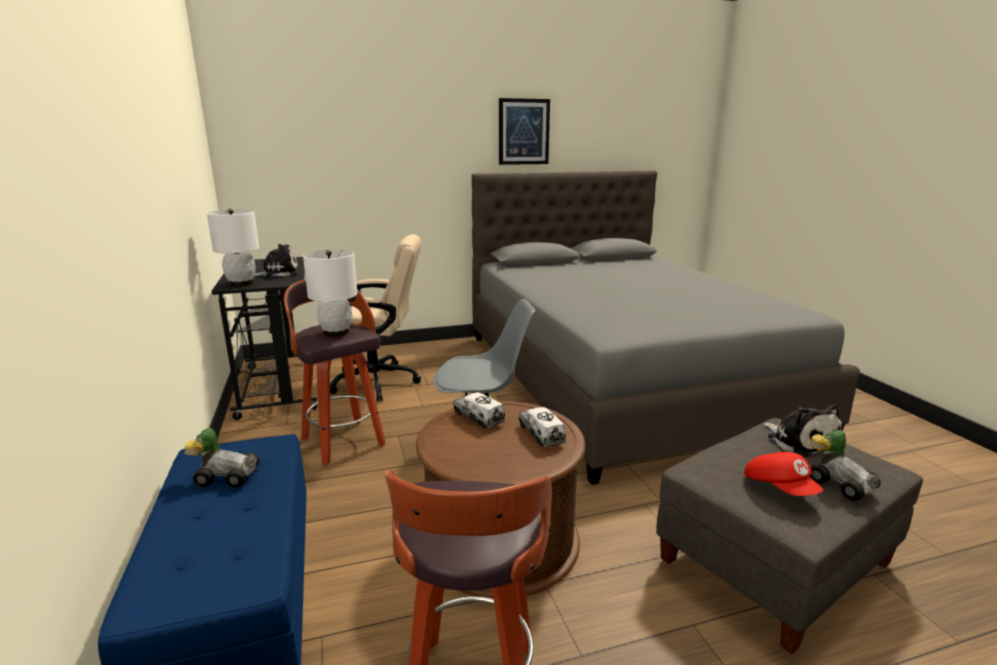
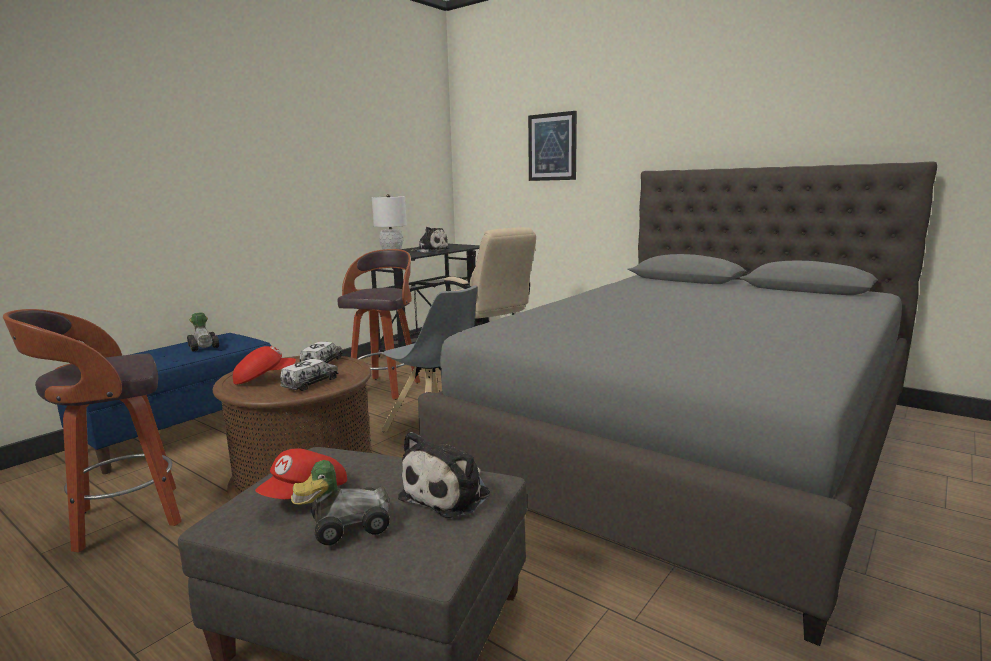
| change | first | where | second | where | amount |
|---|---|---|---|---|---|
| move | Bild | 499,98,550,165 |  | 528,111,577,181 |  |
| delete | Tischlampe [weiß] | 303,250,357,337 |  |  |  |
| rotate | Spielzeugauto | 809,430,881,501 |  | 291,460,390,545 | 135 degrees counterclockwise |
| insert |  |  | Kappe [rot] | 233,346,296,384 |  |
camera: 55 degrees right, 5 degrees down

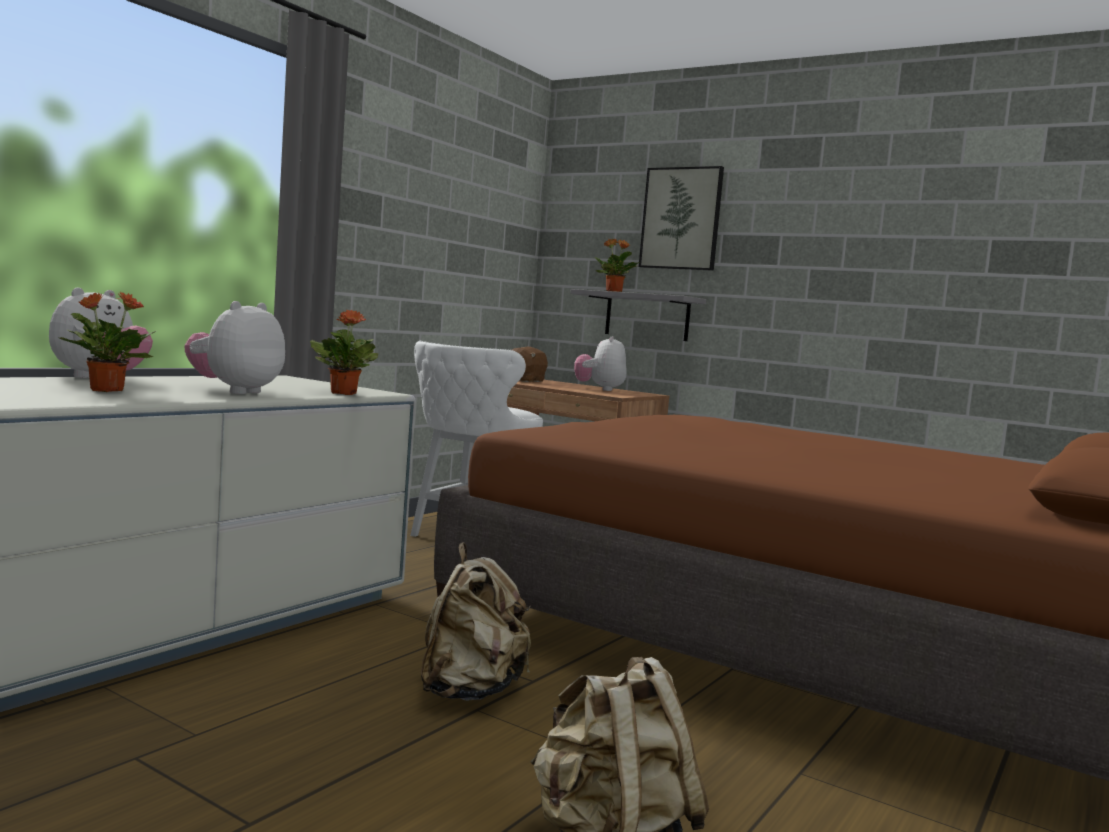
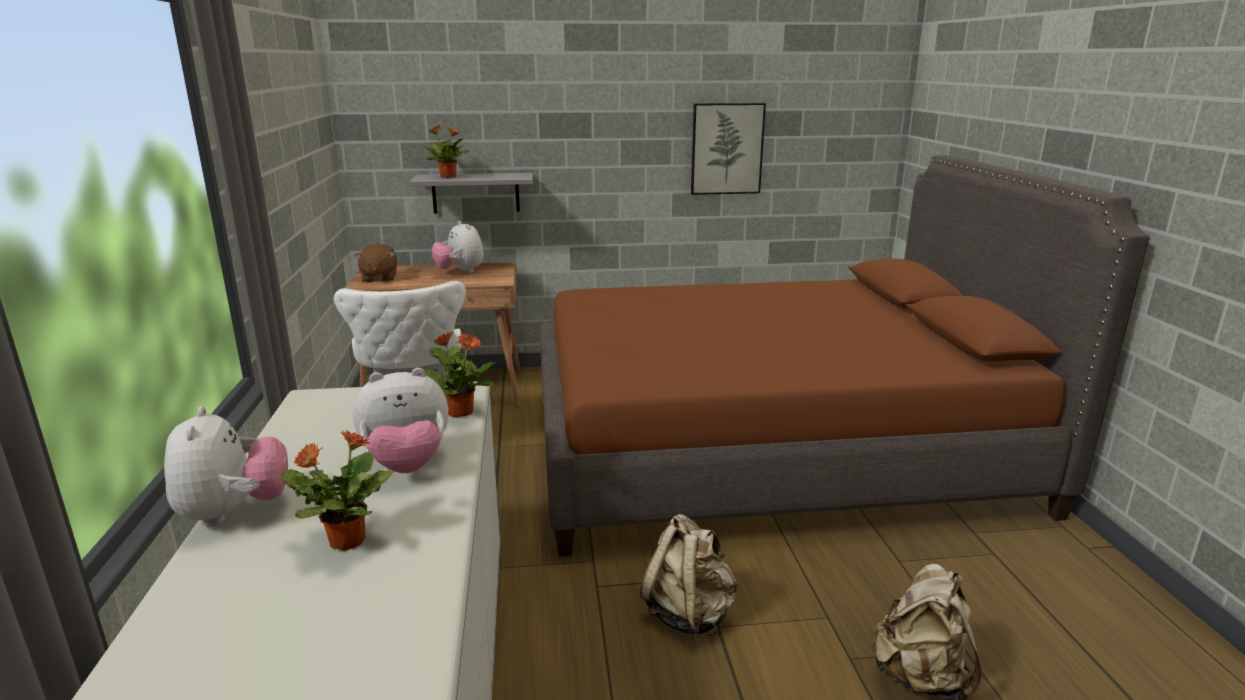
| change | first | where | second | where | amount |
|---|---|---|---|---|---|
| move | Bild | 639,166,724,271 |  | 691,103,766,195 |  |
| rotate | Plüschtier | 184,301,285,394 |  | 353,368,448,473 | 90 degrees counterclockwise |
camera: 40 degrees left, 15 degrees up

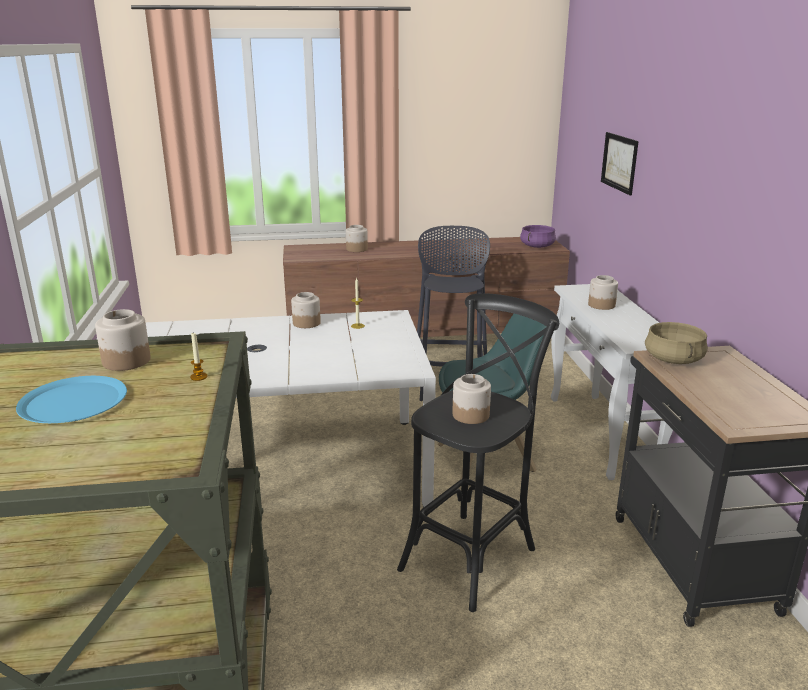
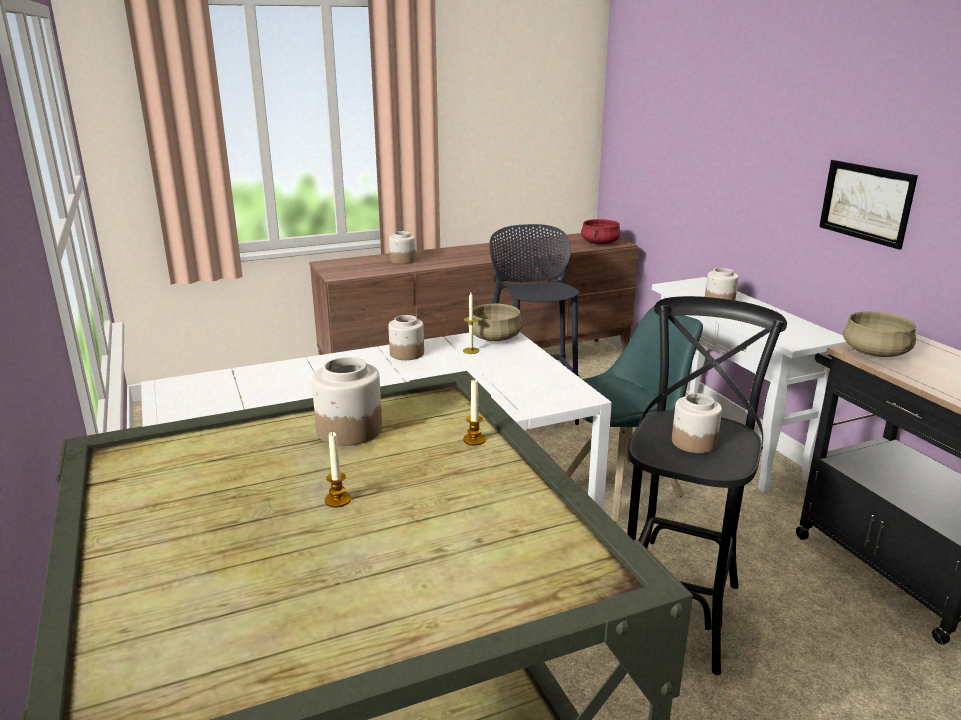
| change | first | where | second | where | amount |
|---|---|---|---|---|---|
| move | Bild | 601,132,639,195 |  | 819,160,918,250 |  |
| recolor | Kochtopf [lila] | 520,225,556,248 | Kochtopf [rot] | 581,219,621,244 |  |
| replace | Teller [blau] | 16,376,127,423 | Kerze | 325,431,351,507 |  |
| insert |  |  | Kochtopf [beige] | 468,304,523,341 |  |
camera: 15 degrees left, 0 degrees up

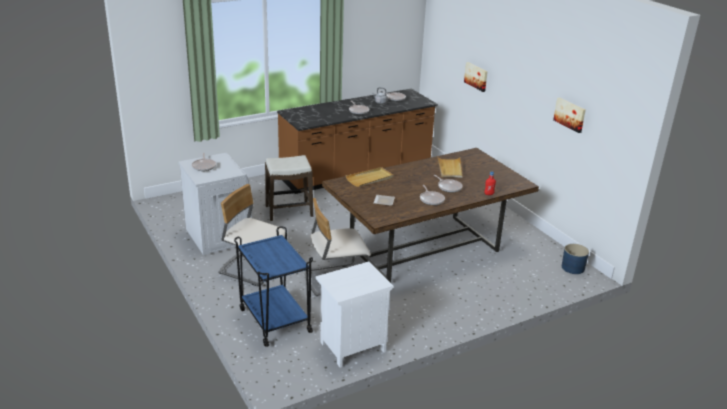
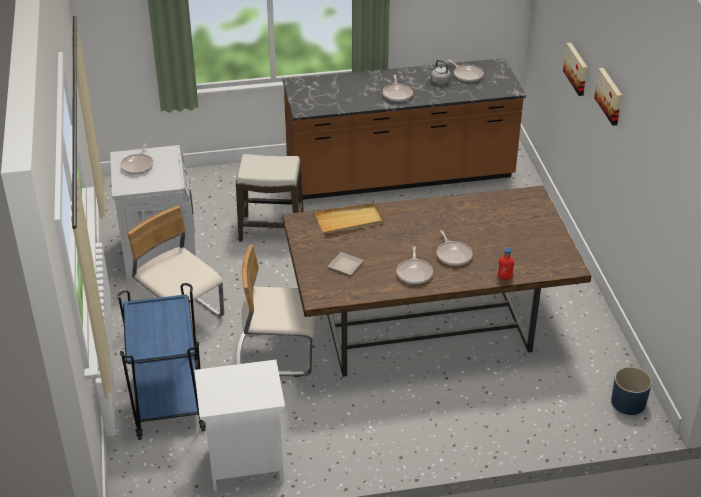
| change | first | where | second | where | amount |
|---|---|---|---|---|---|
| move | Bild | 553,97,586,133 |  | 594,68,622,126 |  |
| delete | Tablett [beige] | 437,156,463,178 |  |  |  |
camera: 20 degrees right, 10 degrees up

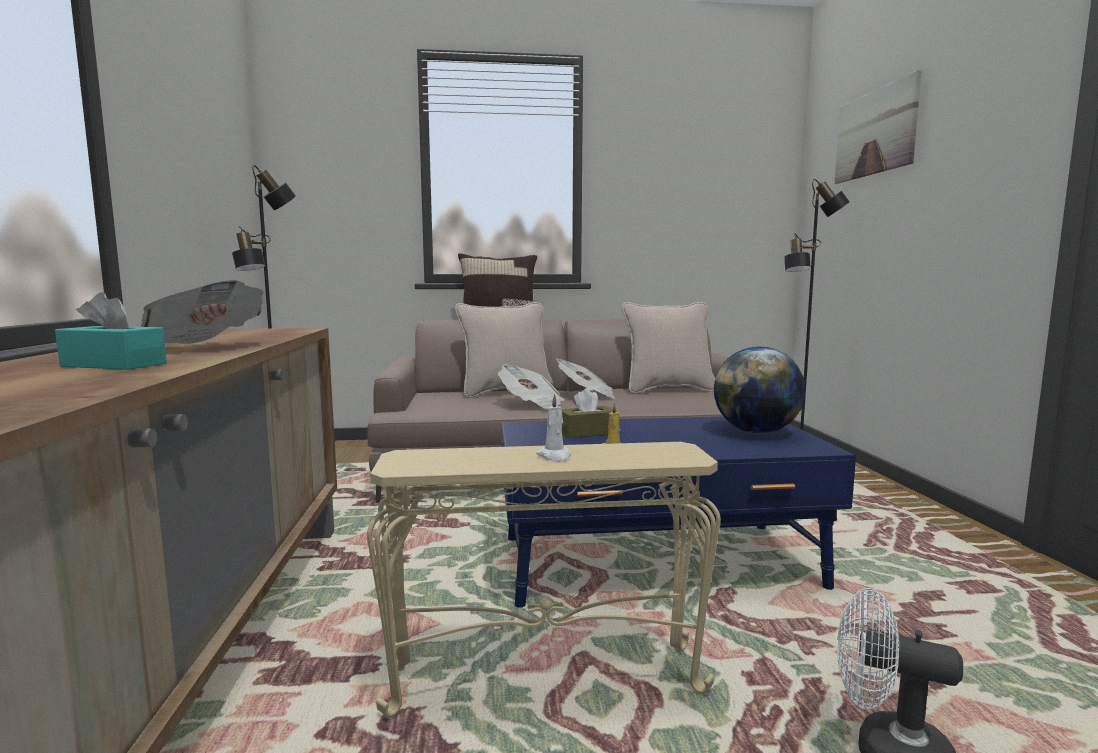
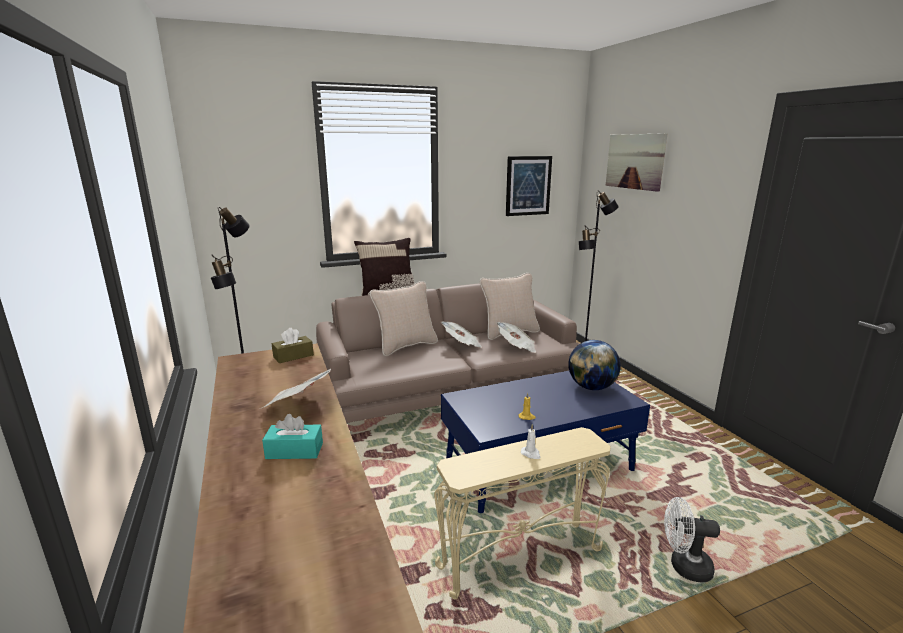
| change | first | where | second | where | amount |
|---|---|---|---|---|---|
| move | Zeitung | 498,364,564,410 |  | 496,322,536,353 |  |
| move | Taschentuchbox [braun] | 562,388,618,438 |  | 272,328,314,363 |  |
| insert |  |  | Bild | 506,156,552,216 |  |
camera: 15 degrees left, 10 degrees up

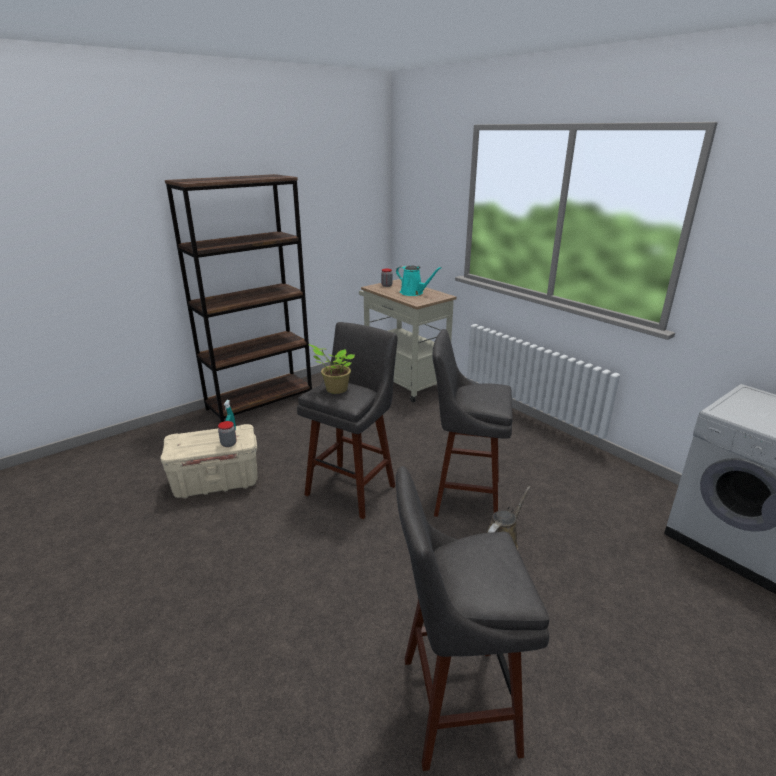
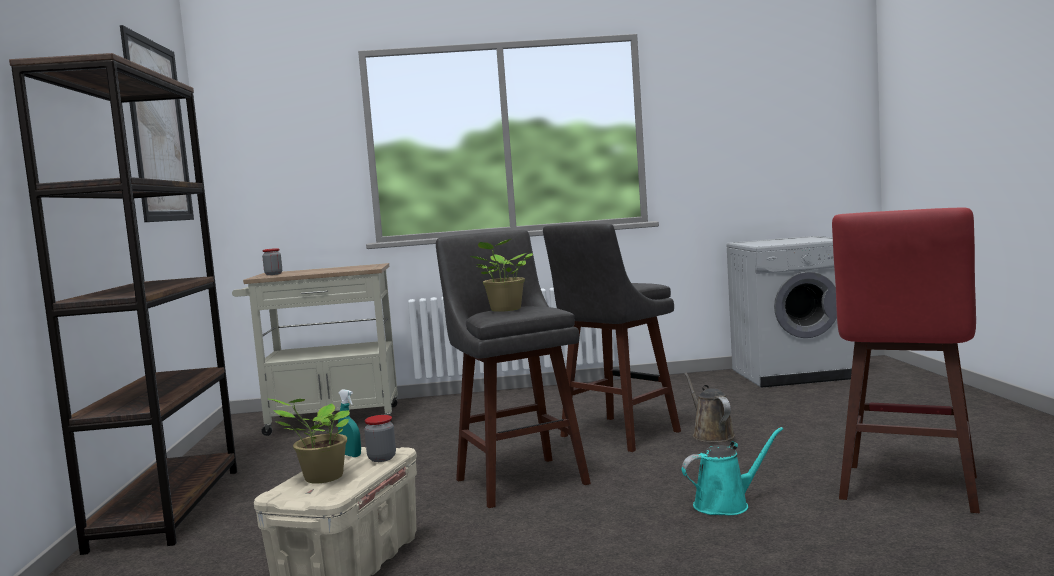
| change | first | where | second | where | amount |
|---|---|---|---|---|---|
| move | Gießkanne [türkis] | 396,265,442,296 |  | 682,427,783,515 |  |
| recolor | Hocker [grau] | 396,466,549,771 | Hocker [rot] | 832,208,980,514 |  |
| insert |  |  | Bild | 120,25,194,222 |  |
| insert |  |  | Topfpflanze | 267,398,350,484 |  |
camera: 55 degrees left, 20 degrees down

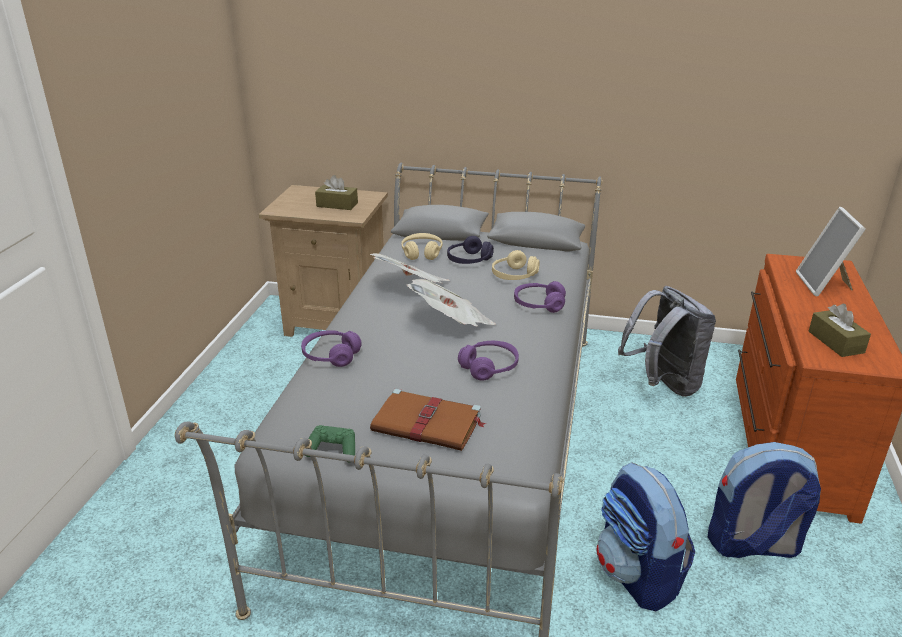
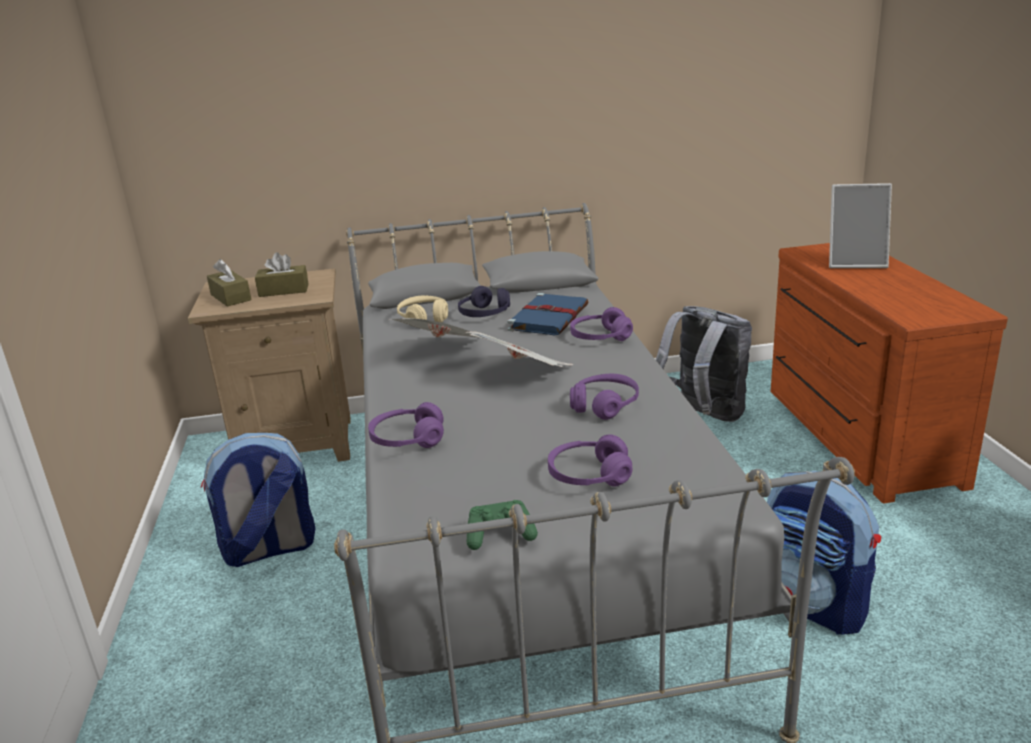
| change | first | where | second | where | amount |
|---|---|---|---|---|---|
| rotate | Bilderrahmen | 796,207,866,296 |  | 829,183,892,268 | 60 degrees counterclockwise |
| replace | Kopfhörer [beige] | 492,250,540,280 | Buch [blau] | 507,293,588,336 |  |
| move | Taschentuchbox [braun] | 809,303,871,357 |  | 207,259,252,306 |  |
| replace | Buch [braun] | 370,389,486,451 | Kopfhörer [lila] | 548,434,632,487 |  |
| move | Rucksack | 708,442,821,558 |  | 201,433,316,567 |  |
camera: 20 degrees left, 5 degrees down

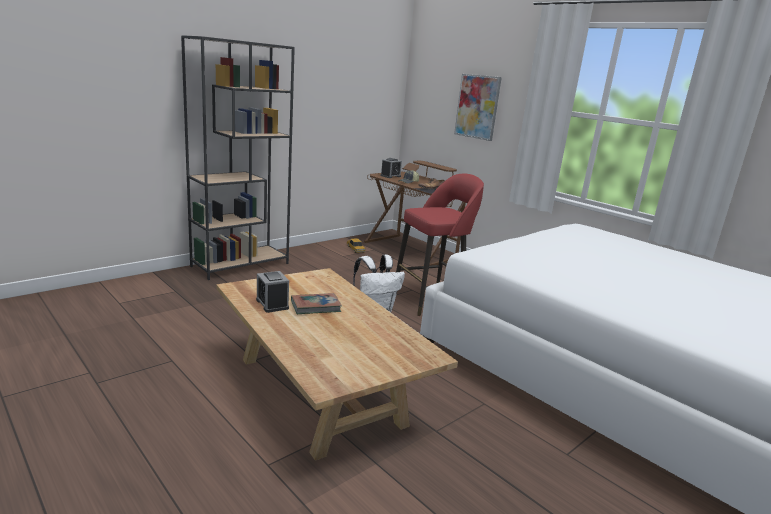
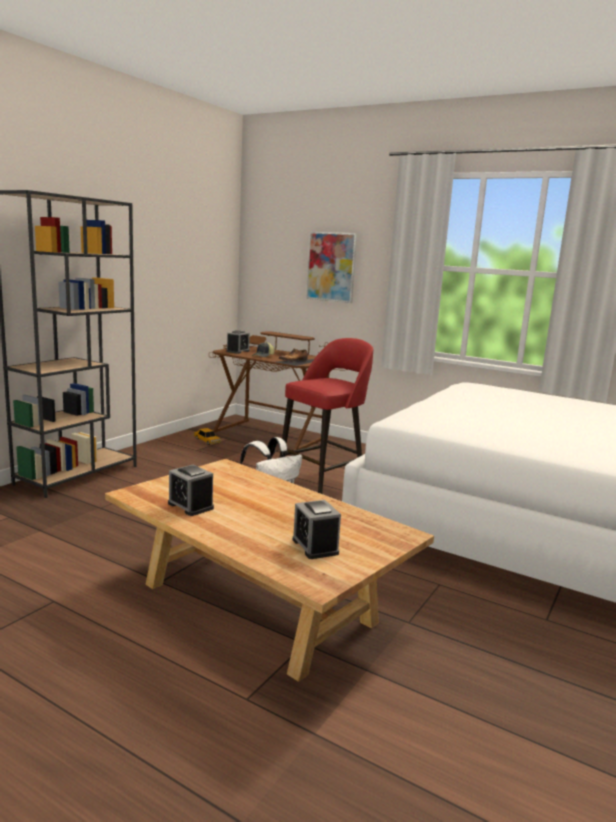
| change | first | where | second | where | amount |
|---|---|---|---|---|---|
| delete | Buch | 291,293,342,314 |  |  |  |
| insert |  |  | Wecker | 293,500,341,559 |  |
camera: 15 degrees left, 5 degrees down

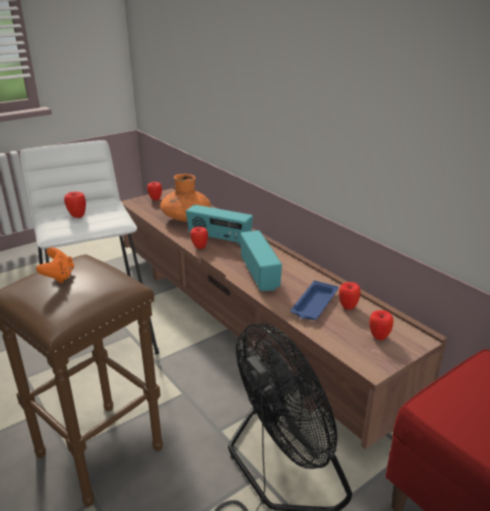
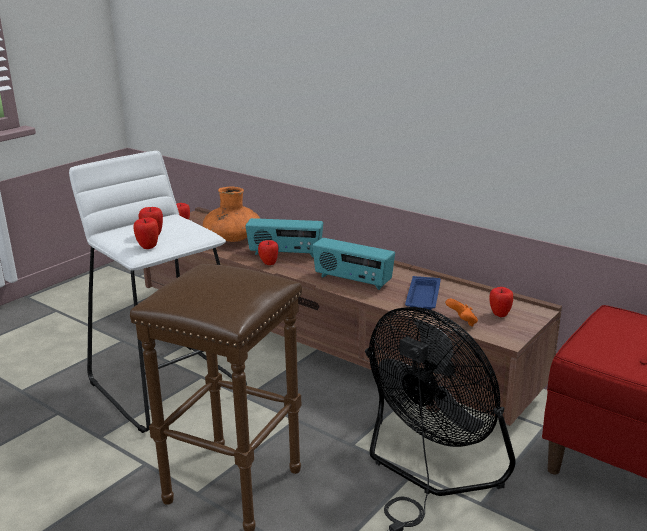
| change | first | where | second | where | amount |
|---|---|---|---|---|---|
| rotate | Radio | 240,230,282,291 |  | 312,238,395,290 | 150 degrees clockwise |
| move | Gamepad [orange] | 36,247,74,283 |  | 445,299,478,327 |  |
| move | Apfel | 339,282,360,310 |  | 133,217,159,249 |  |
camera: 15 degrees left, 5 degrees down

